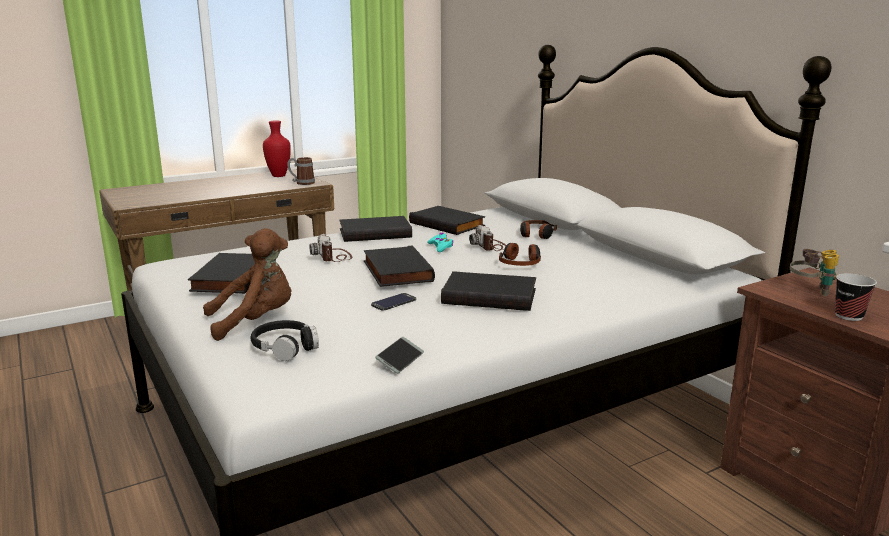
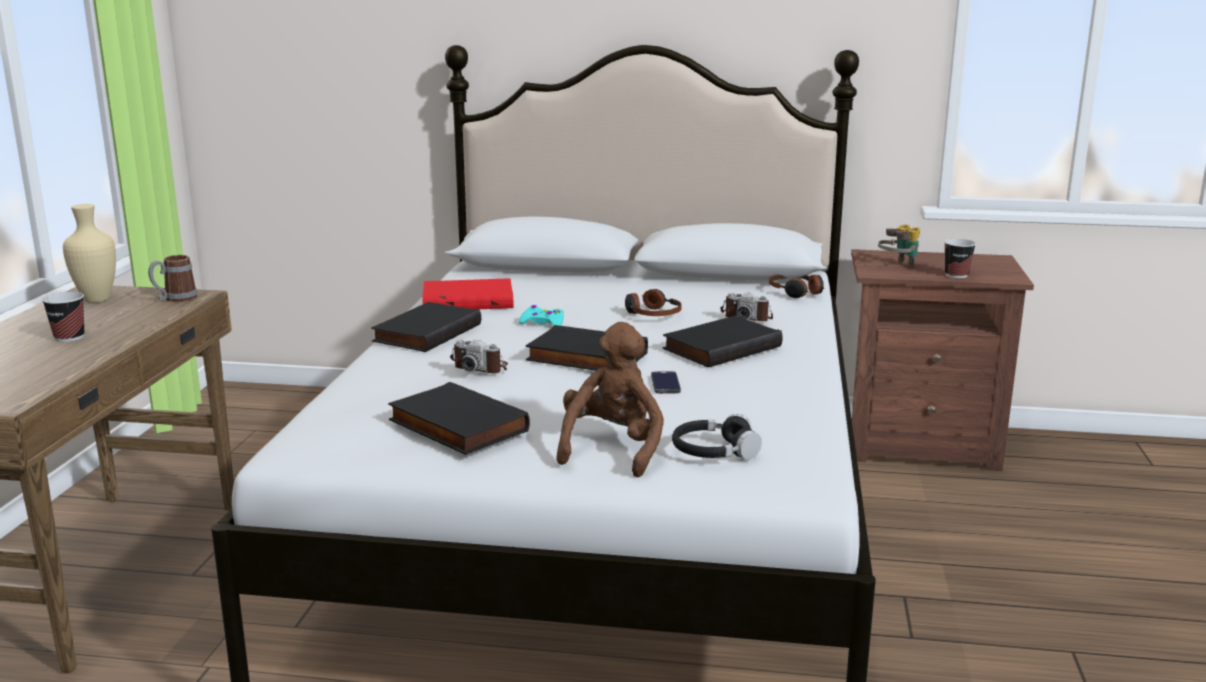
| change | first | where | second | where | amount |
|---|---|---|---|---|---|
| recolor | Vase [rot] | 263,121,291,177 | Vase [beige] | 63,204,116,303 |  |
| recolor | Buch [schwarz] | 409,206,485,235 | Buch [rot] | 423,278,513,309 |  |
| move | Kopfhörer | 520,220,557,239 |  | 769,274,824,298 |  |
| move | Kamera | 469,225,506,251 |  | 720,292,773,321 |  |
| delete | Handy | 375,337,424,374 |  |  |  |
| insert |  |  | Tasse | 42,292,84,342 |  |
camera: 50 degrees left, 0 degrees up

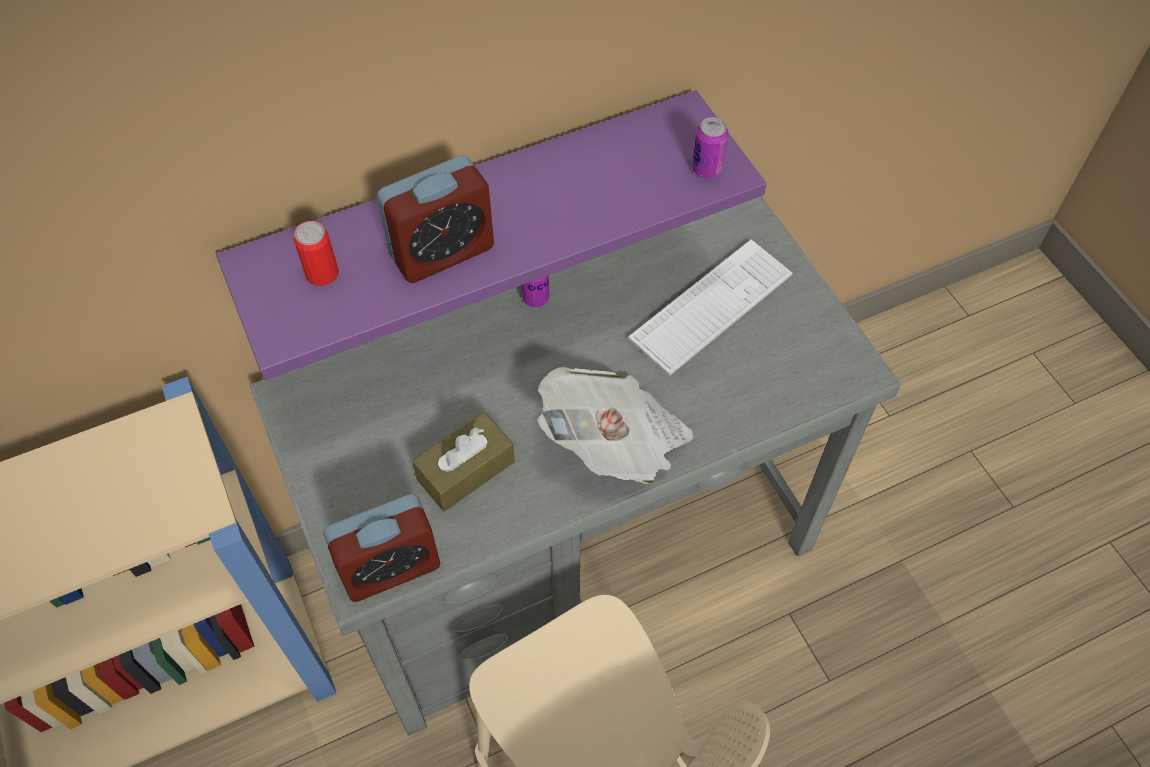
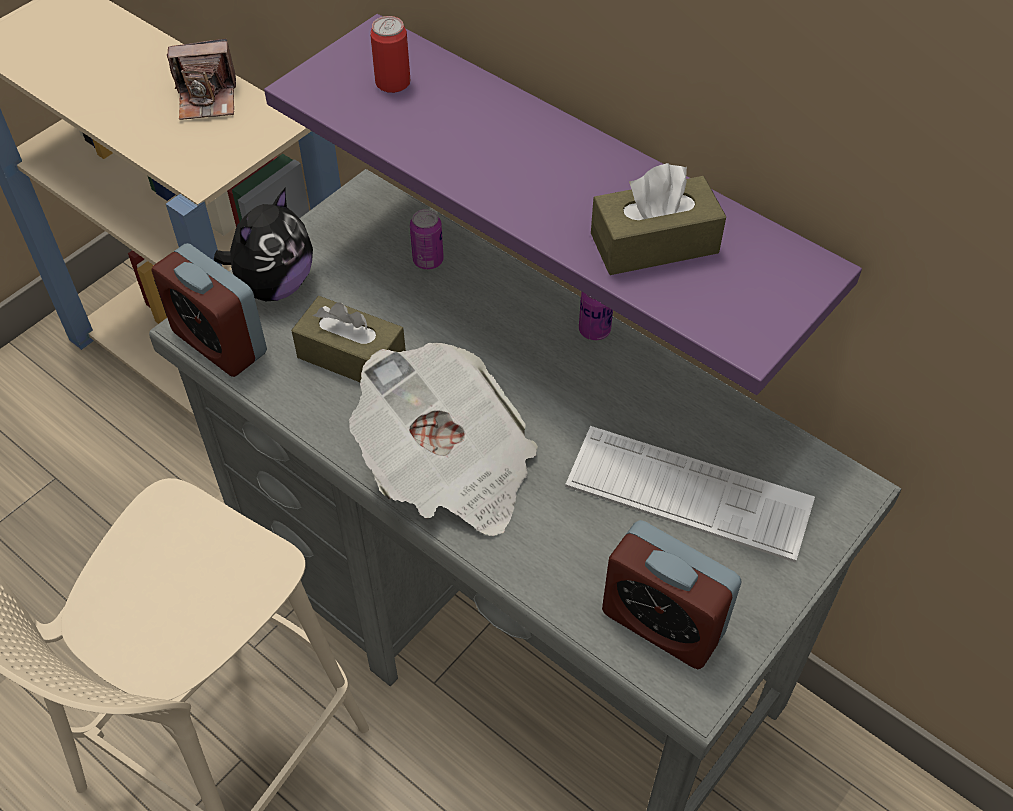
| change | first | where | second | where | amount |
|---|---|---|---|---|---|
| move | Dose | 692,117,729,179 |  | 410,209,444,270 |  |
| move | Wecker | 377,155,494,283 |  | 602,520,742,669 |  |
| insert |  |  | Kamera | 167,39,236,120 |  |
| insert |  |  | Taschentuchbox [braun] | 591,163,726,275 |  |
| insert |  |  | Plüschtier | 214,187,313,301 |  |
camera: 65 degrees right, 5 degrees down

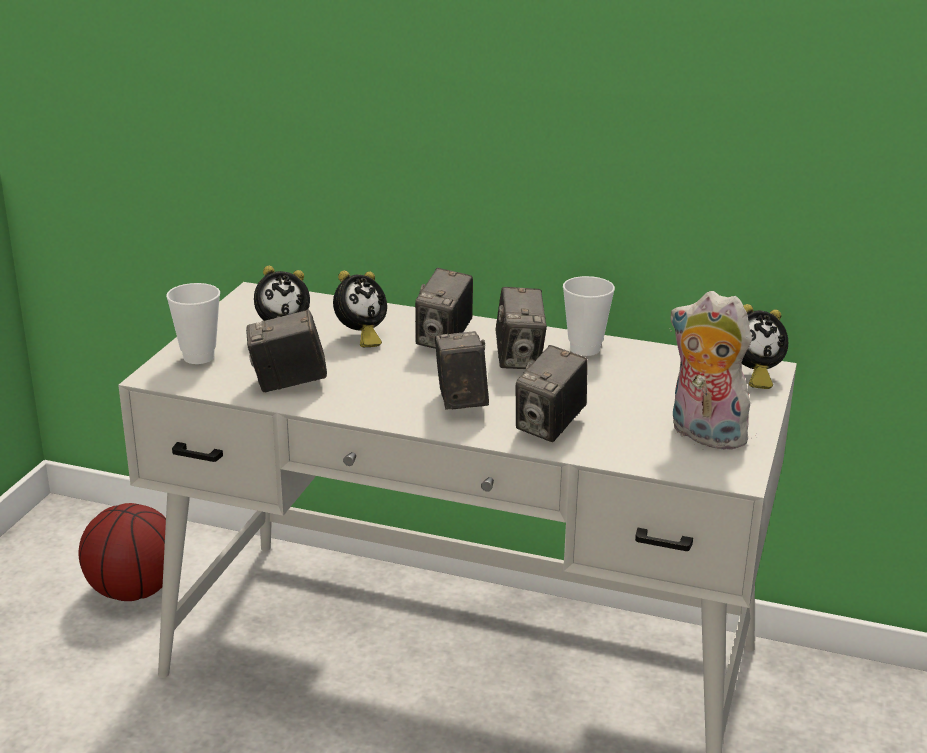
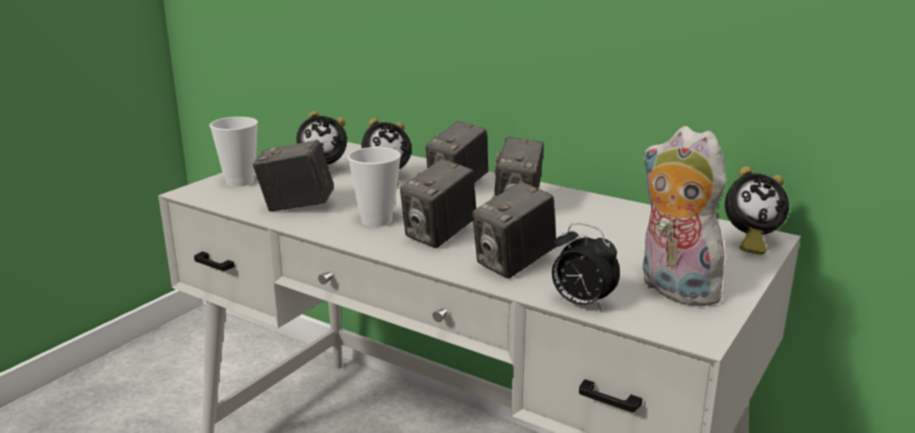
| change | first | where | second | where | amount |
|---|---|---|---|---|---|
| move | Tasse | 563,276,615,356 |  | 348,147,401,227 |  |
| rotate | Kamera | 435,331,489,410 |  | 400,159,476,248 | 150 degrees counterclockwise |
| delete | Basketball | 79,503,166,601 |  |  |  |
| insert |  |  | Wecker | 552,223,620,311 |  |
camera: 15 degrees right, 5 degrees down

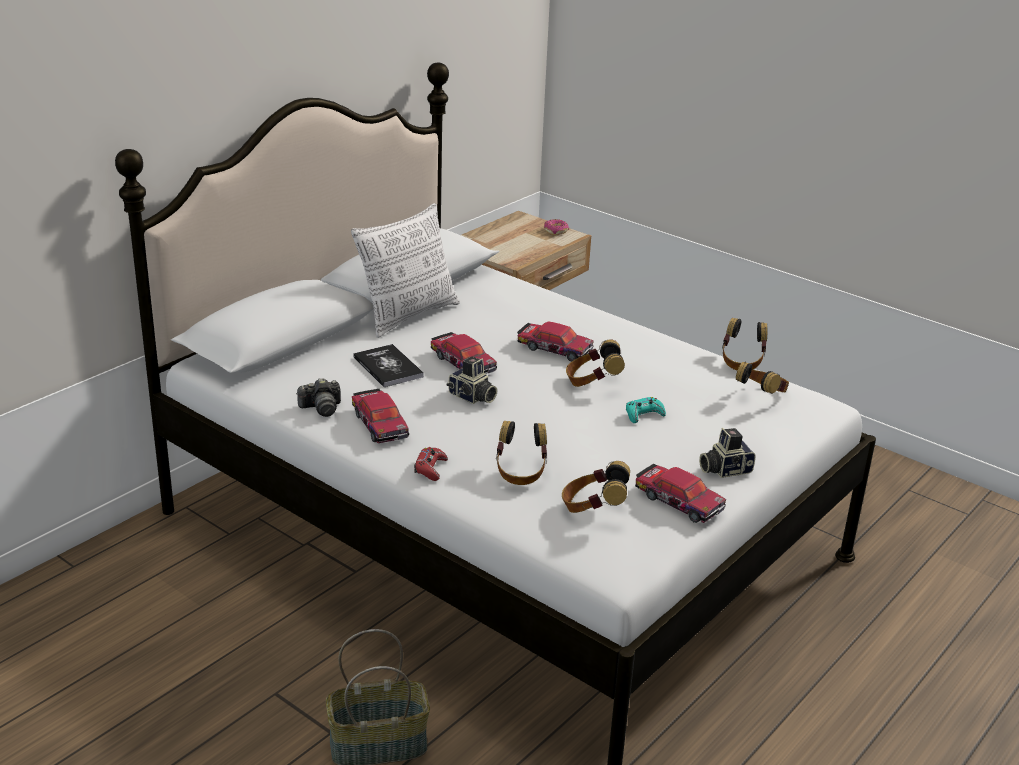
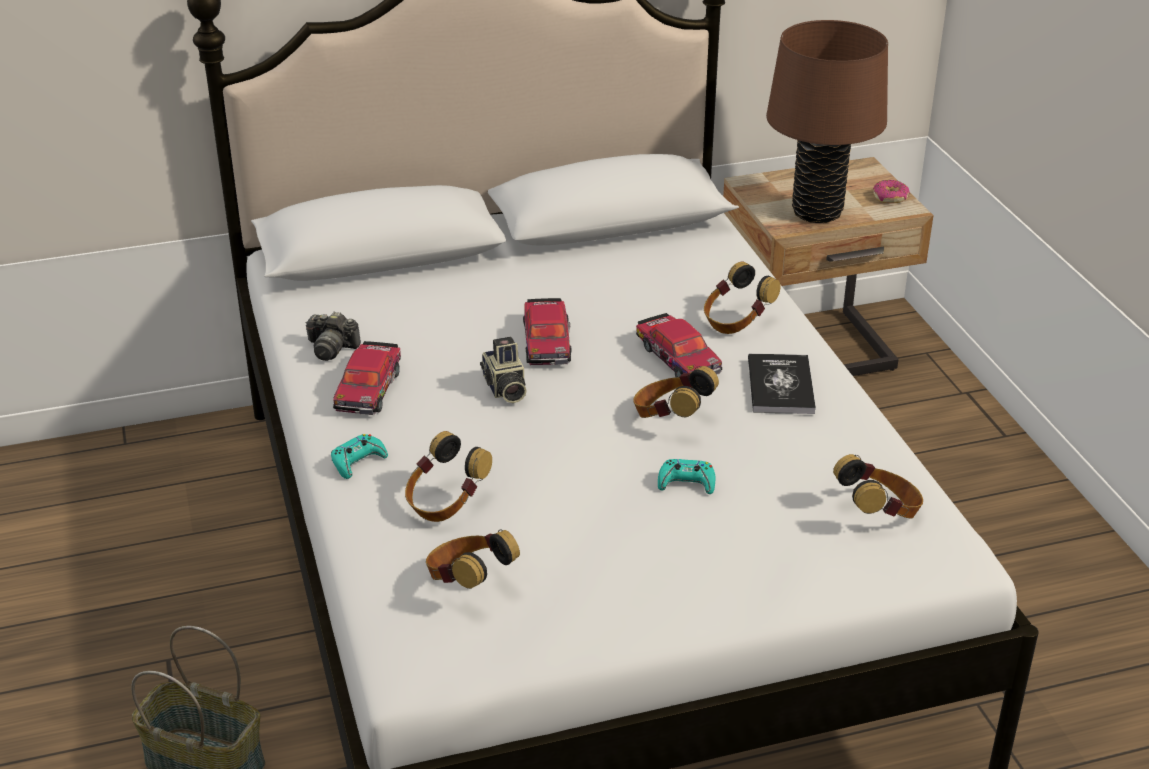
| change | first | where | second | where | amount |
|---|---|---|---|---|---|
| delete | Kissen | 351,203,460,338 |  |  |  |
| move | Kopfhörer | 722,318,767,370 |  | 704,261,780,334 |  |
| move | Buch | 353,344,424,387 |  | 748,354,816,414 |  |
| delete | Kamera | 699,428,756,478 |  |  |  |
| recolor | Gamepad [rot] | 414,447,448,481 | Gamepad [türkis] | 331,434,388,479 |  |
| delete | Spielzeugauto | 635,464,726,523 |  |  |  |
| insert |  |  | Tischlampe [braun] | 766,20,888,223 |  |
camera: 35 degrees right, 5 degrees up

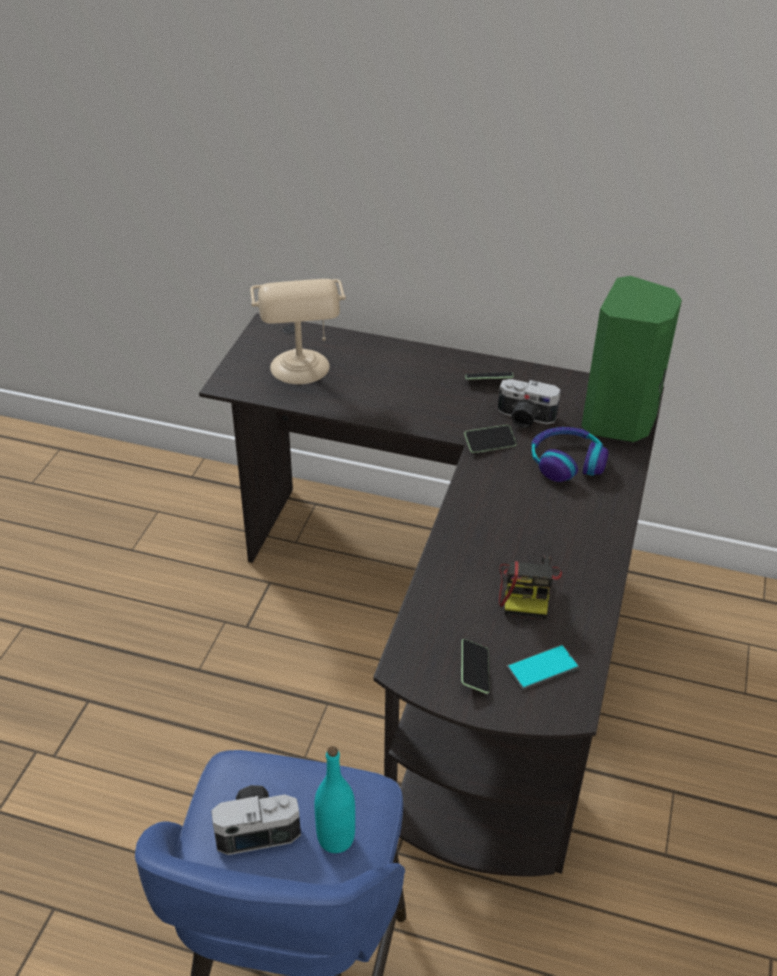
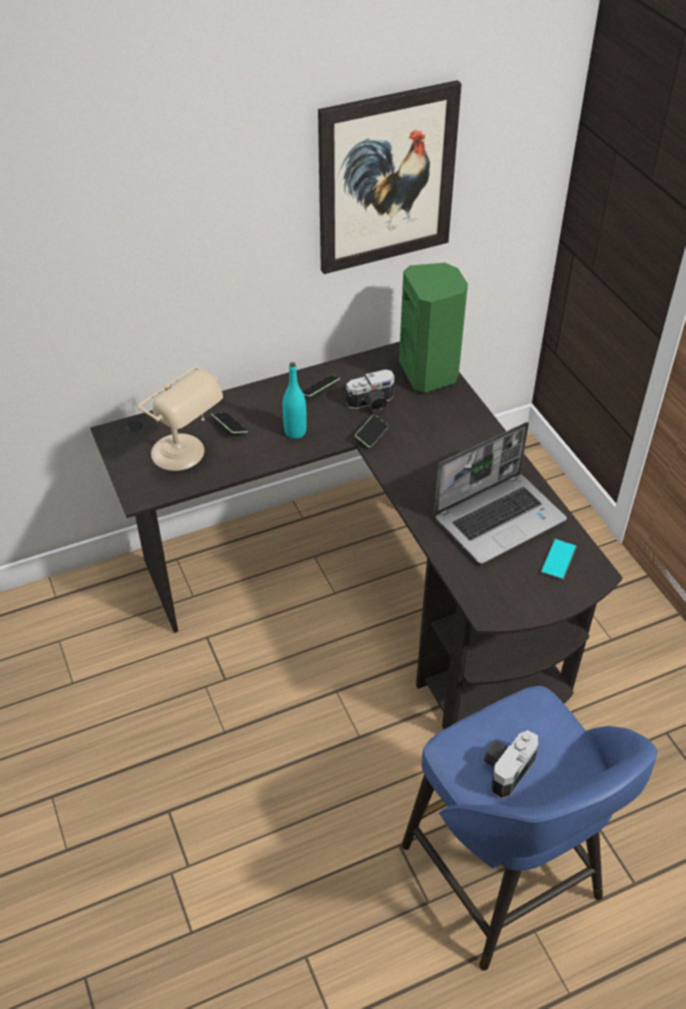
| change | first | where | second | where | amount |
|---|---|---|---|---|---|
| delete | Kopfhörer | 531,427,609,482 |  |  |  |
| replace | Kamera | 499,556,562,620 | Laptop | 434,422,567,564 |  |
| move | Handy | 461,639,490,694 |  | 211,413,248,433 |  |
| move | Flasche [türkis] | 315,746,355,853 |  | 283,362,307,439 |  |
| insert |  |  | Bild | 318,80,462,274 |  |
camera: 40 degrees left, 5 degrees up

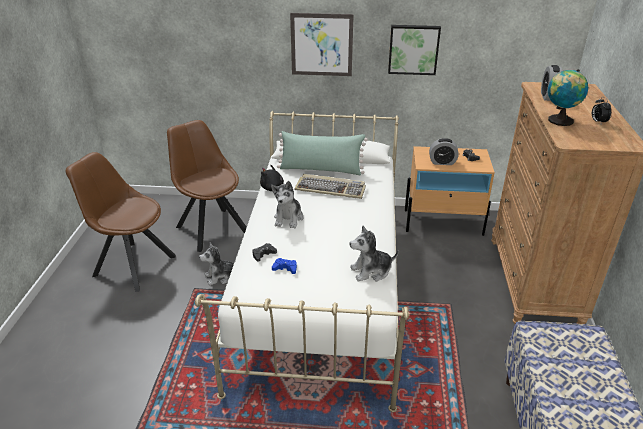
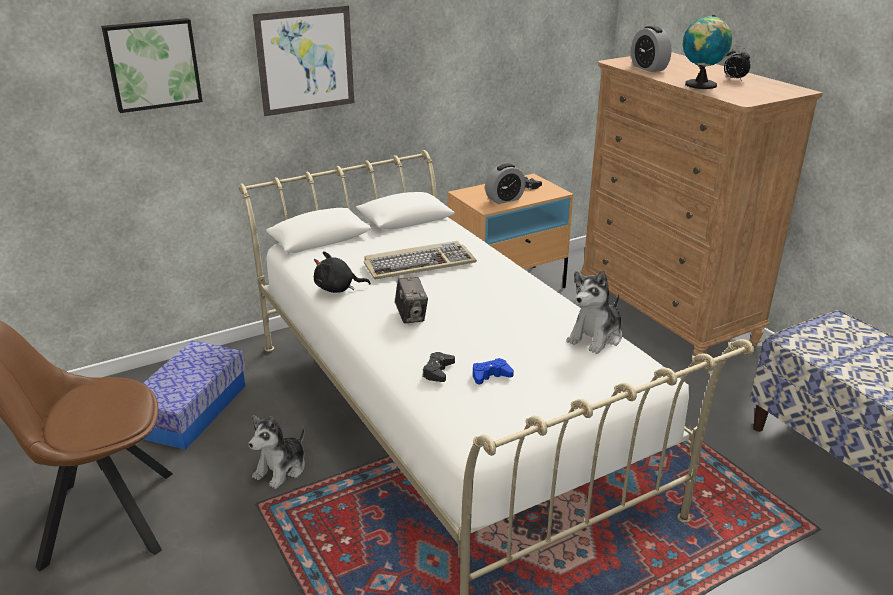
| change | first | where | second | where | amount |
|---|---|---|---|---|---|
| move | Bild | 388,25,441,75 |  | 101,18,203,113 |  |
| replace | Stuhl [braun] | 167,120,247,252 | Aufbewahrungsbox | 143,341,246,450 |  |
| delete | Kissen [grün] | 277,131,368,175 |  |  |  |
| replace | Plüschtier | 271,181,303,228 | Kamera | 395,277,428,323 |  |
camera: 35 degrees left, 5 degrees down

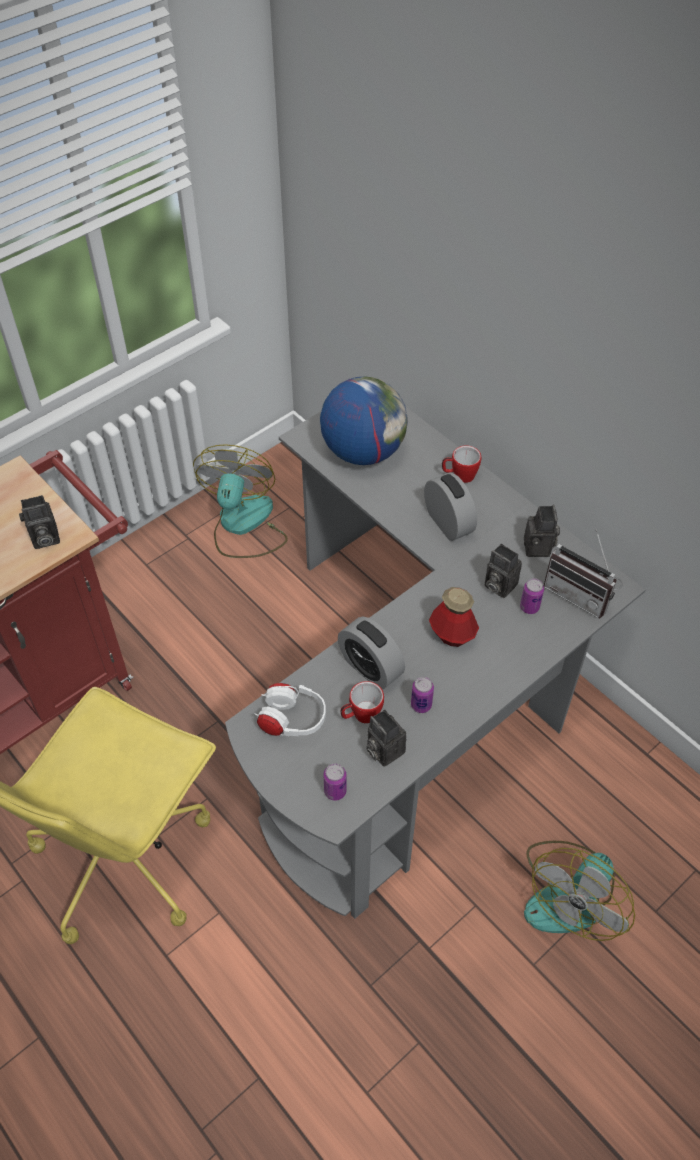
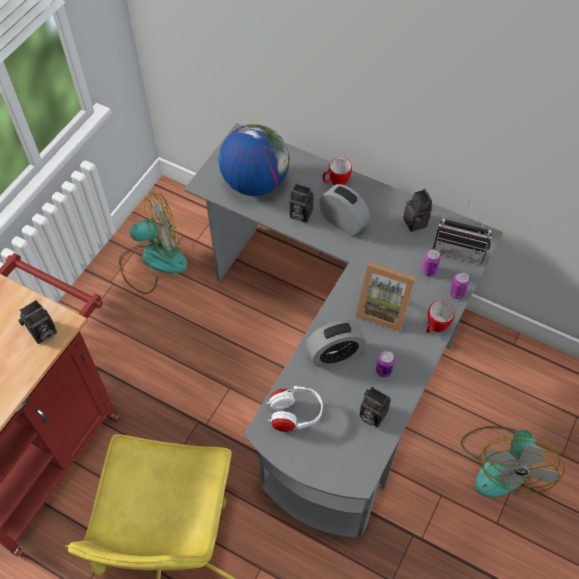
| change | first | where | second | where | amount |
|---|---|---|---|---|---|
| rotate | Ventilator | 193,444,288,558 |  | 119,192,187,294 | 90 degrees clockwise |
| move | Kamera | 484,544,522,598 |  | 290,184,314,223 |  |
| replace | Flasche | 429,587,479,647 | Bilderrahmen | 355,263,416,332 |  |
| rotate | Wecker | 338,617,405,689 |  | 306,320,366,367 | 45 degrees counterclockwise |
| move | Henkelbecher | 341,681,384,723 |  | 426,301,455,333 |  |
| move | Dose | 324,764,347,801 |  | 450,272,470,299 |  |
camera: 20 degrees left, 5 degrees up

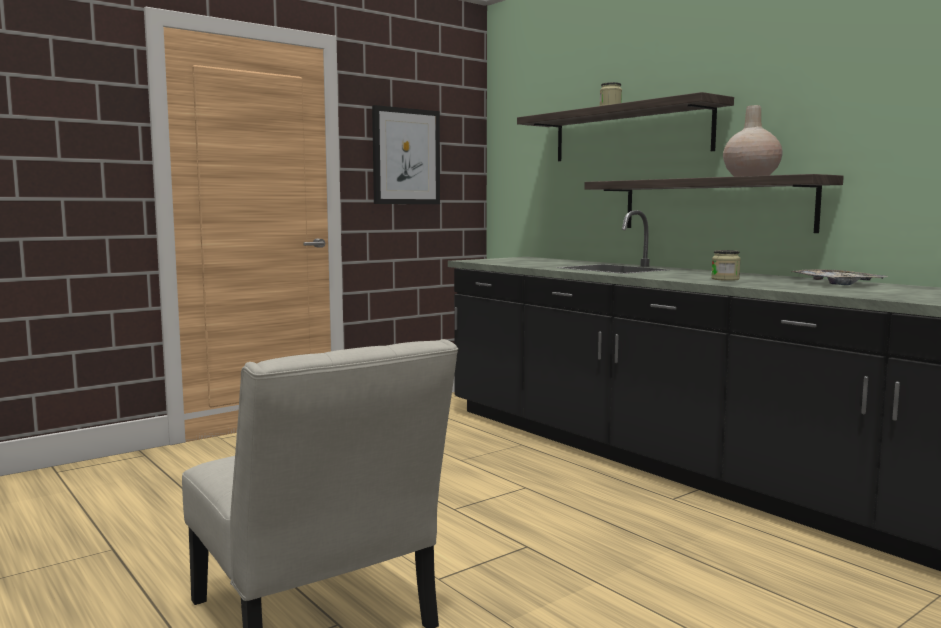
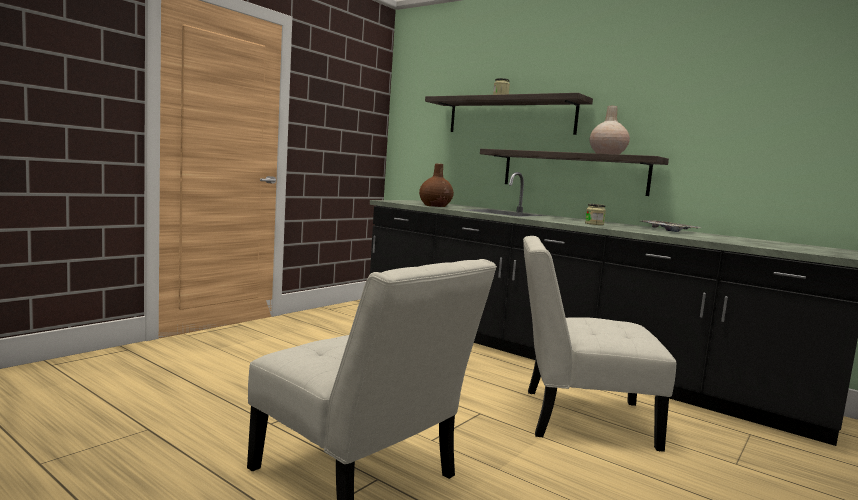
| change | first | where | second | where | amount |
|---|---|---|---|---|---|
| delete | Bild | 372,105,440,204 |  |  |  |
| insert |  |  | Vase [braun] | 419,163,454,207 |  |
| insert |  |  | Stuhl [weiß] | 523,236,676,452 |  |
camera: 15 degrees left, 0 degrees up

